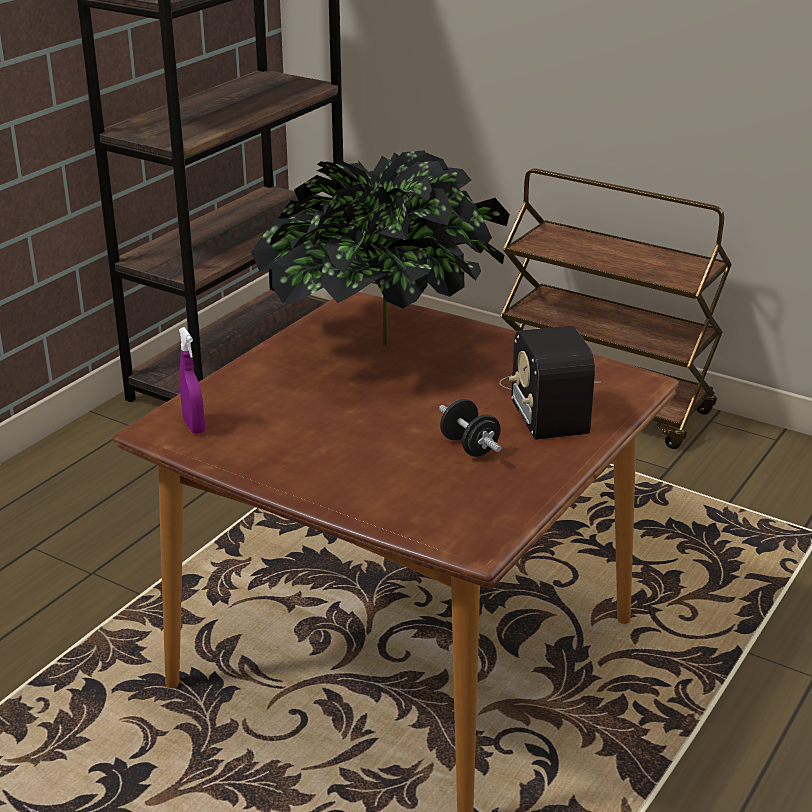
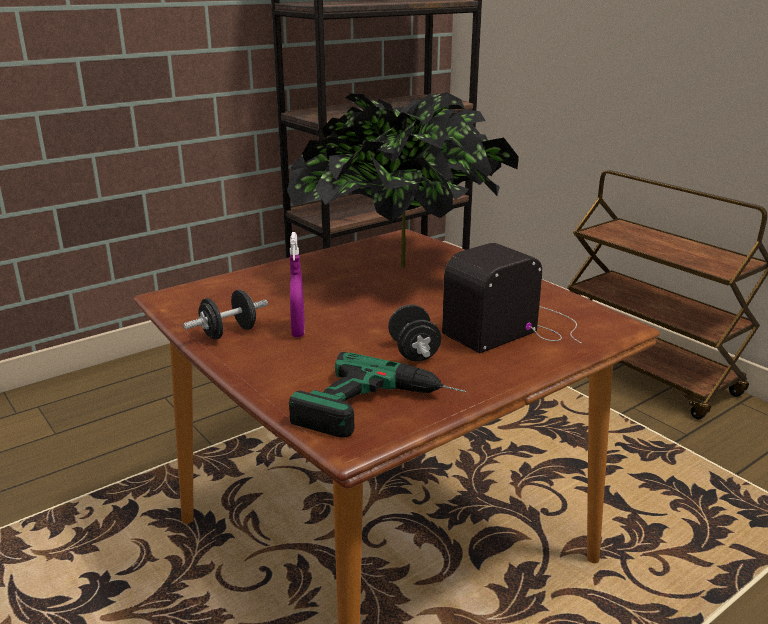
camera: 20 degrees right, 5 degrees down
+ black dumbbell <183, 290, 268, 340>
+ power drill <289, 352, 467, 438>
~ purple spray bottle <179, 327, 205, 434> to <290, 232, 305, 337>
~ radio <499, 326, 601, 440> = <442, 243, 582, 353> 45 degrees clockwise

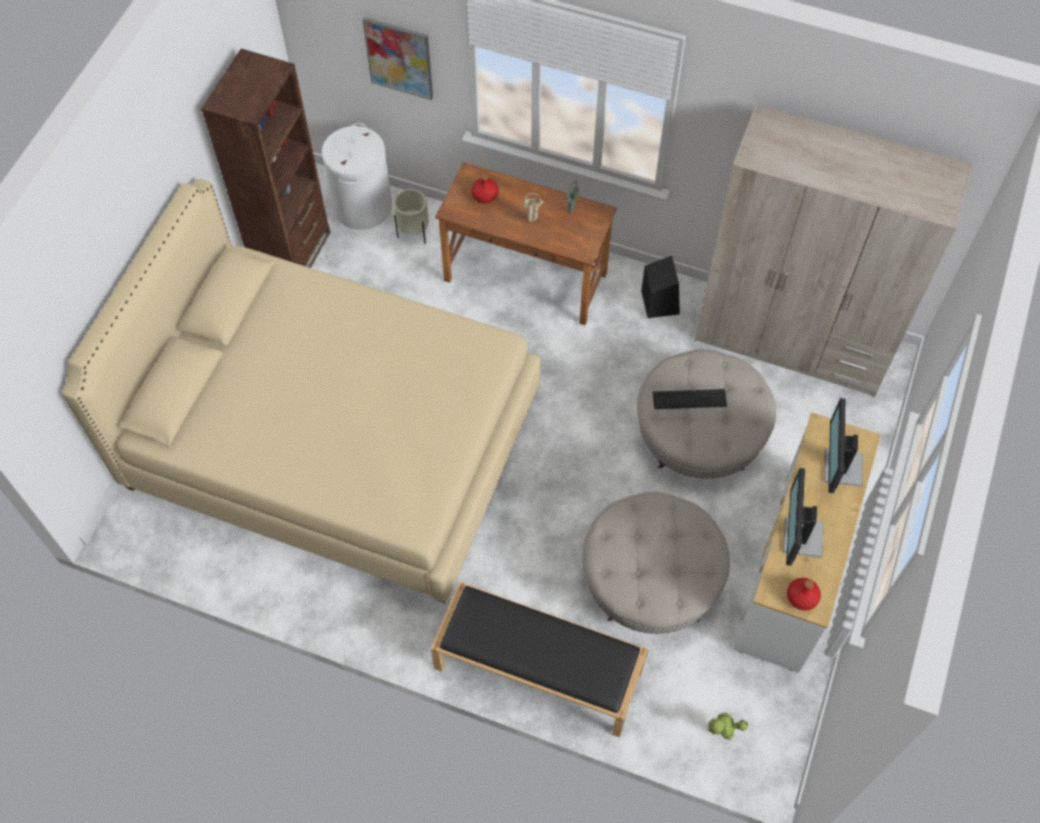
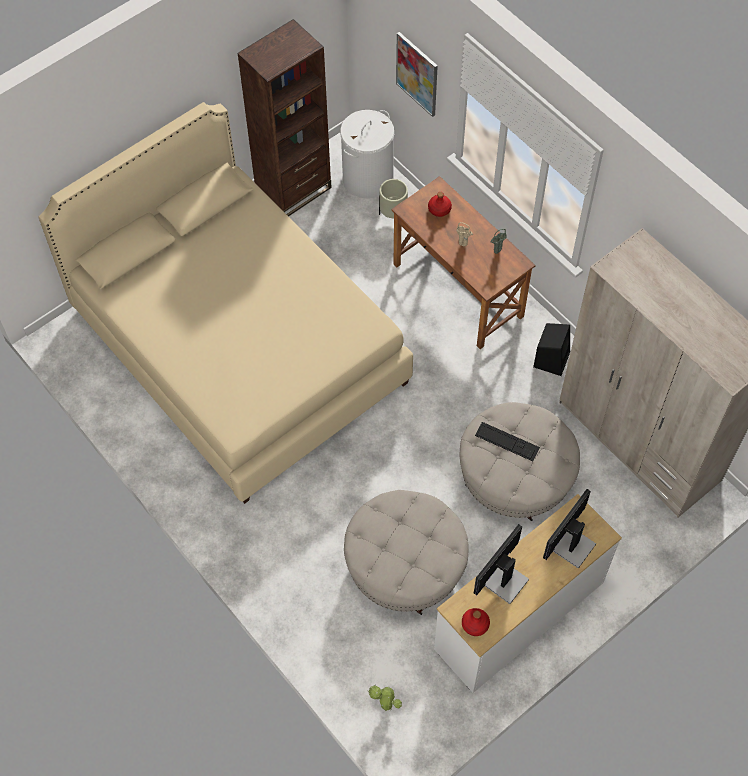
camera: 30 degrees right, 0 degrees up
- black bench <431, 582, 648, 737>

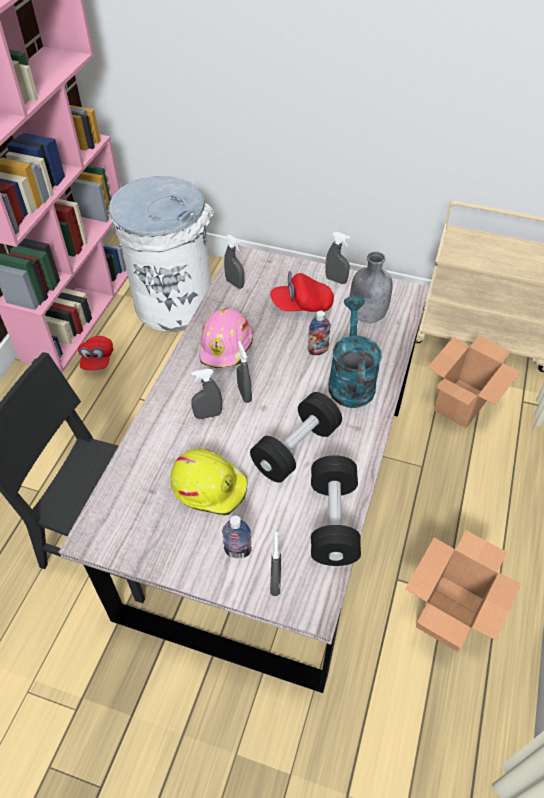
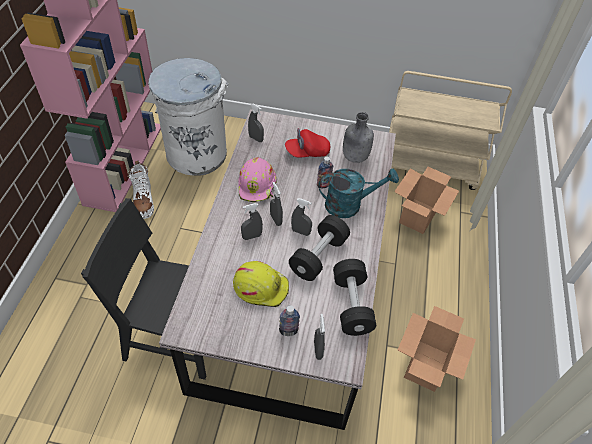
camera: 10 degrees left, 0 degrees up
~ grey spray bottle <325, 232, 350, 284> to <291, 198, 312, 236>
~ red cap <78, 336, 113, 370> to white boot <127, 160, 154, 219>
~ turquoise watering can <328, 296, 382, 408> = <318, 168, 399, 218> 90 degrees clockwise

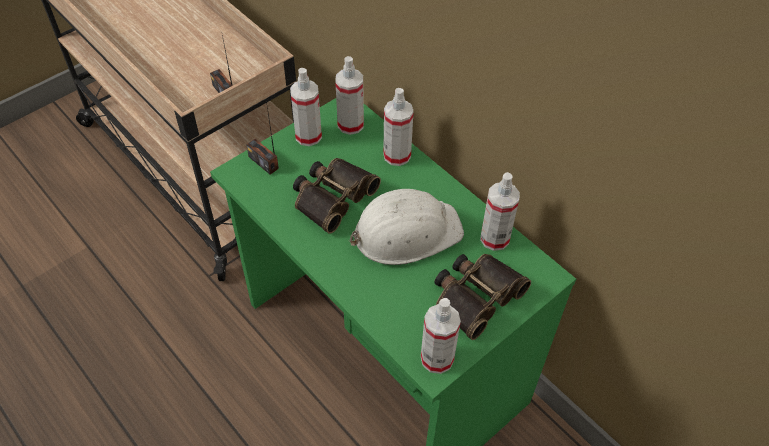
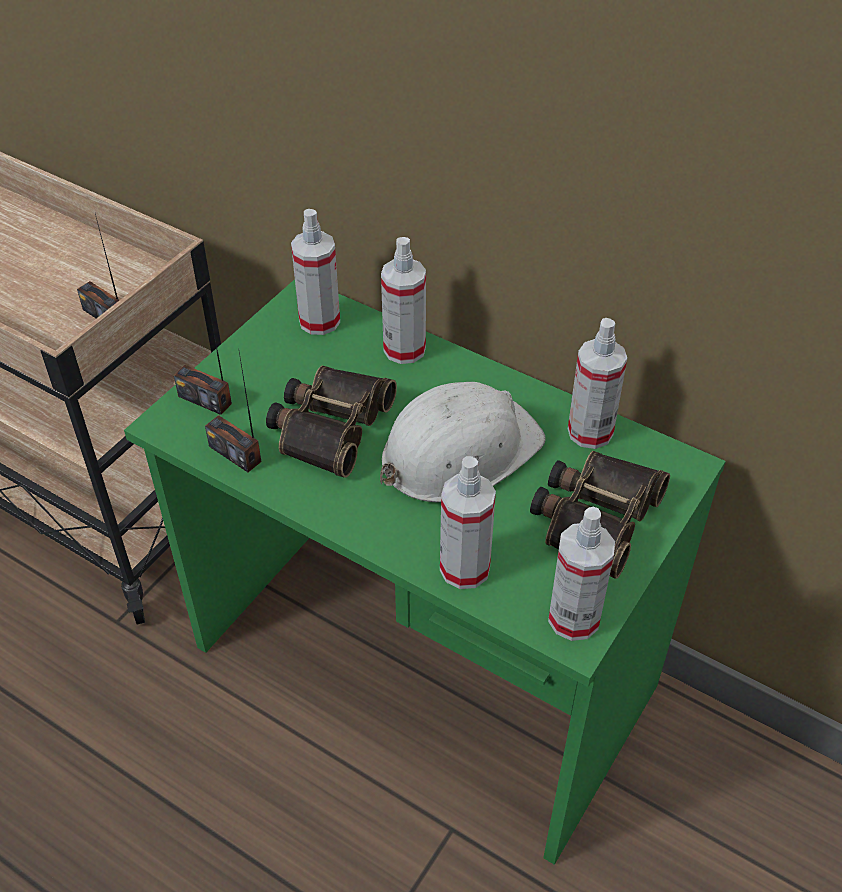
camera: 15 degrees left, 5 degrees down
+ radio <205, 352, 262, 472>
~ spray bottle <290, 68, 322, 146> to <440, 456, 496, 589>

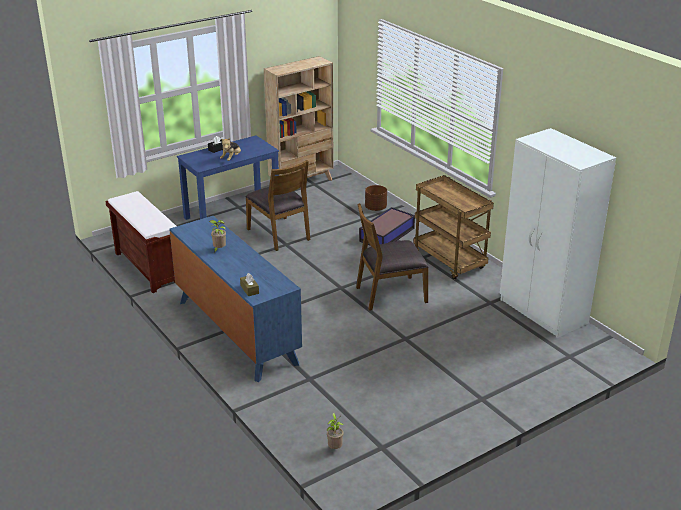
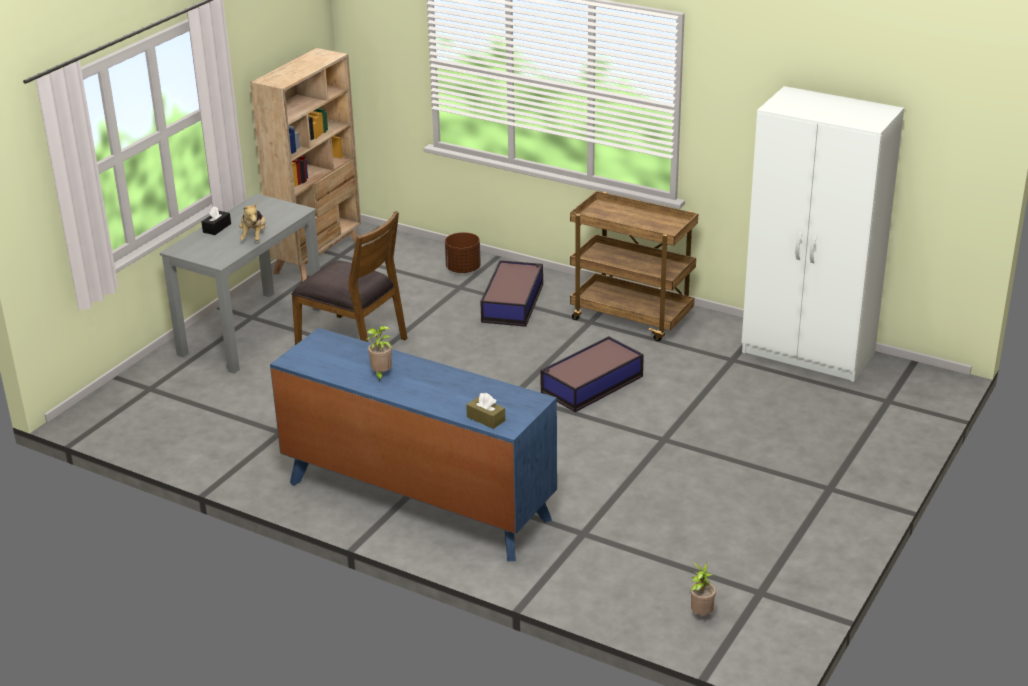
camera: 25 degrees left, 0 degrees up
- brown bench <106, 191, 176, 293>
~ brown chair <356, 203, 428, 311> to storage box <540, 336, 644, 412>
~ blue desk <177, 135, 279, 220> to grey desk <160, 194, 321, 374>

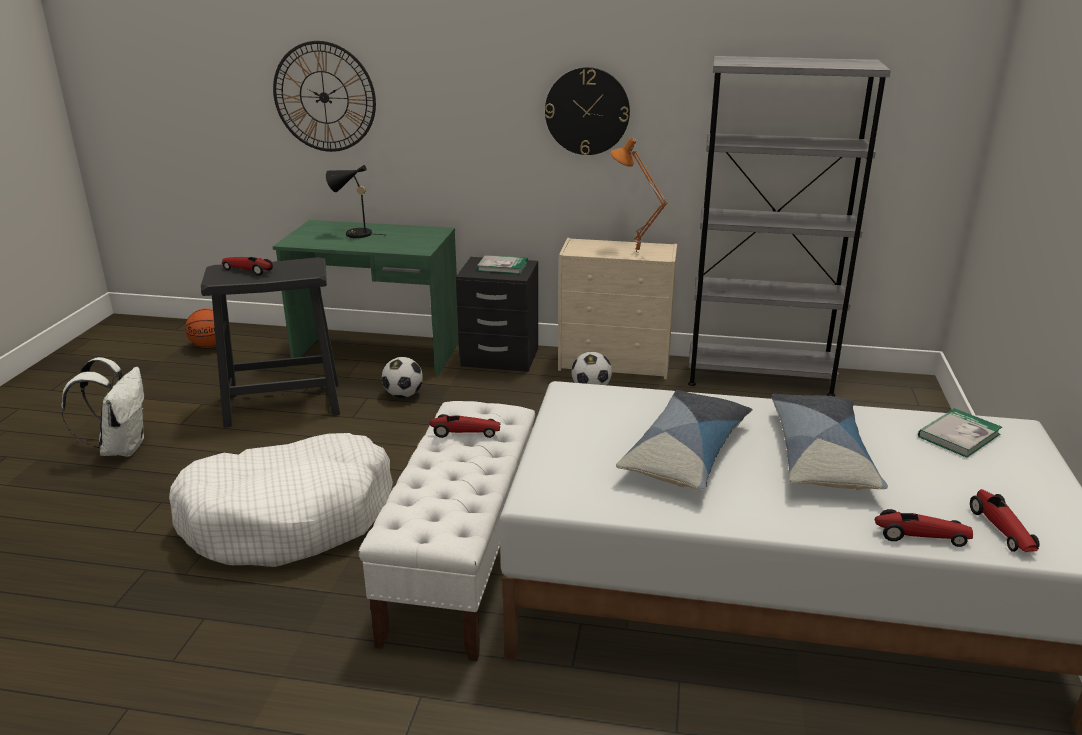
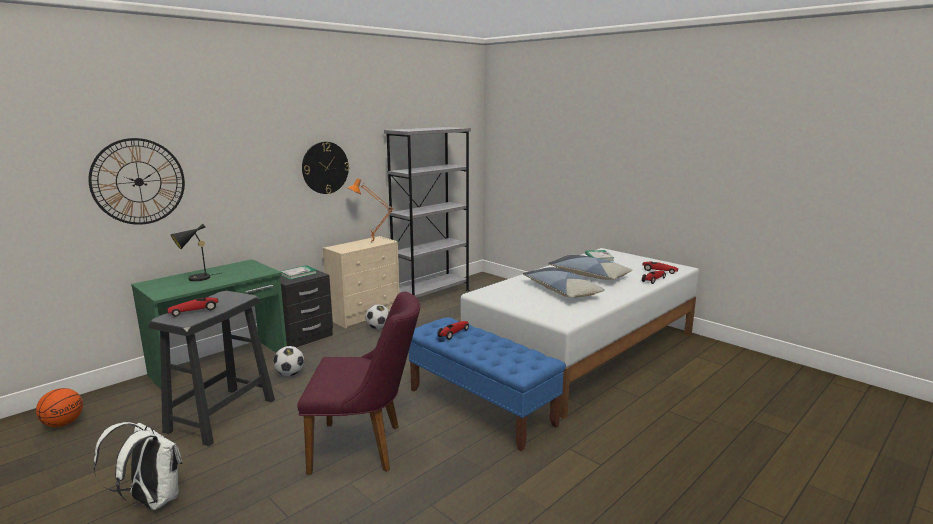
camera: 55 degrees left, 10 degrees down
~ white dog bed <169, 433, 393, 567> to purple chair <297, 291, 420, 474>
~ white bench <358, 401, 535, 661> to blue bench <409, 318, 566, 451>

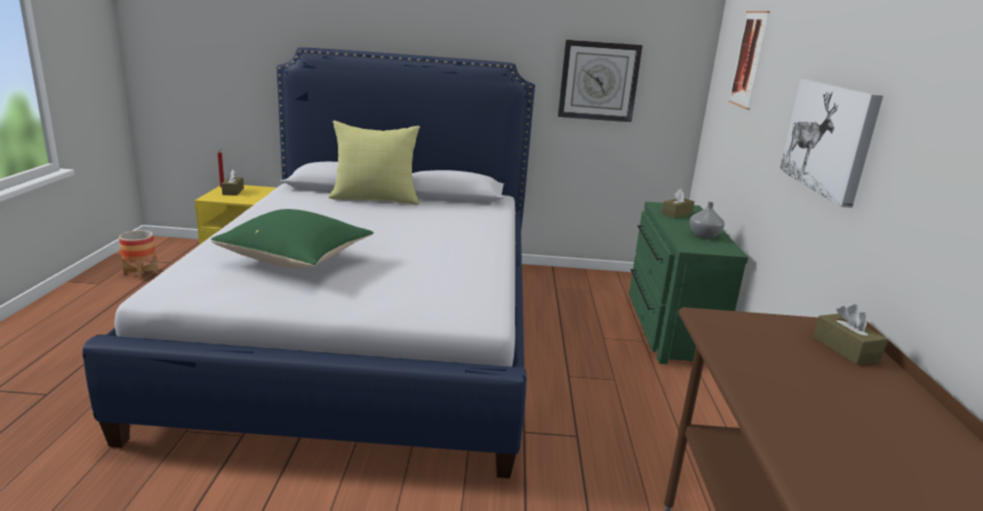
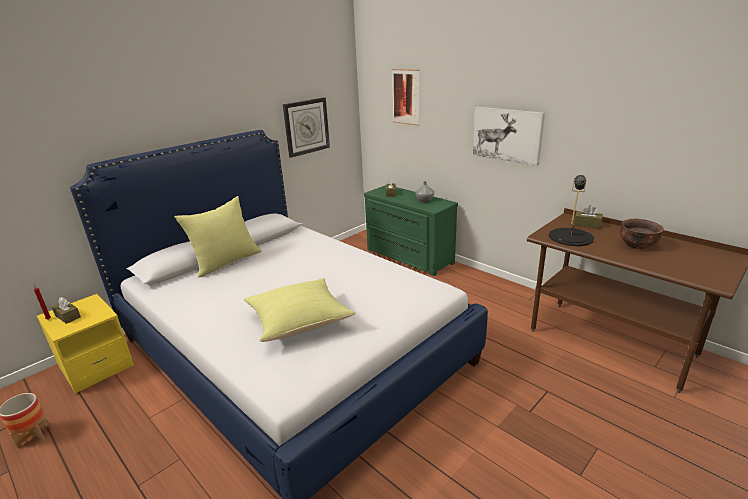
camera: 45 degrees left, 5 degrees up
+ black table lamp <549, 175, 594, 246>
+ brown bowl <620, 218, 664, 249>
~ green pillow <211, 209, 374, 268> to yellow pillow <244, 278, 356, 342>

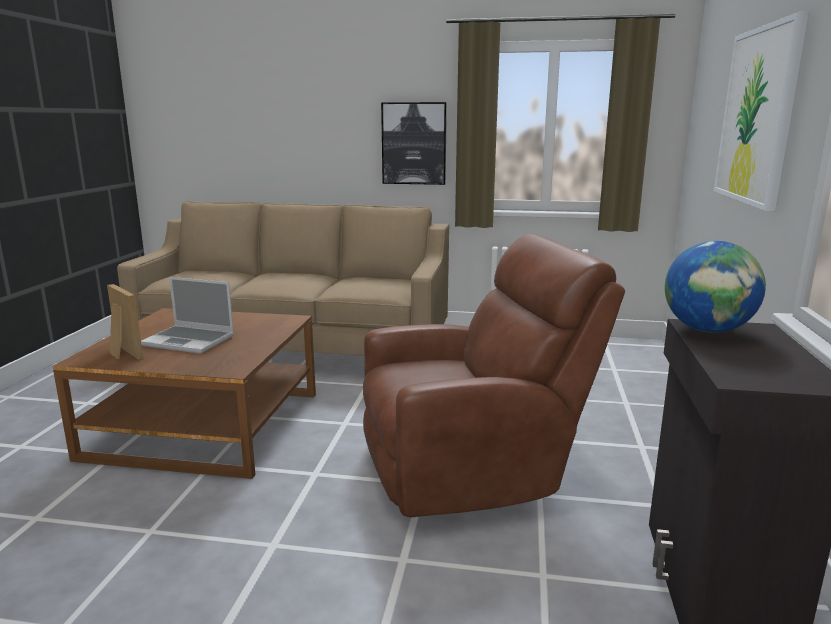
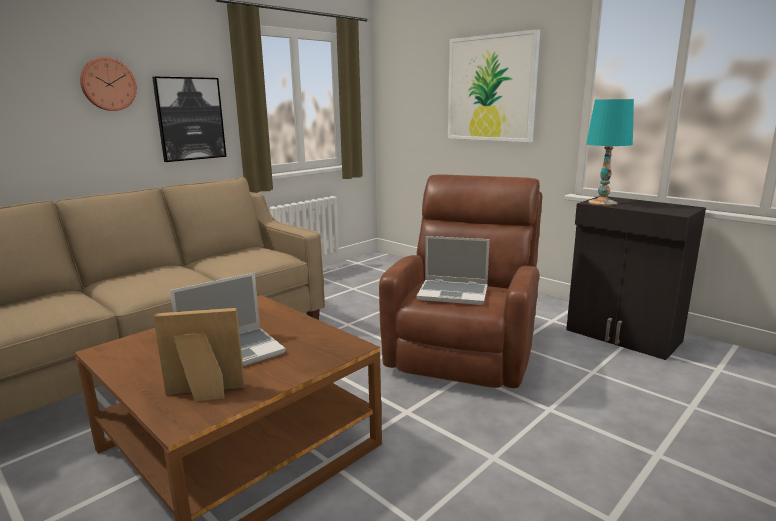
camera: 55 degrees left, 0 degrees up
+ wall clock <80, 57, 137, 111>
+ laptop <417, 236, 490, 305>
~ globe <665, 241, 766, 333> to turquoise table lamp <586, 99, 634, 206>

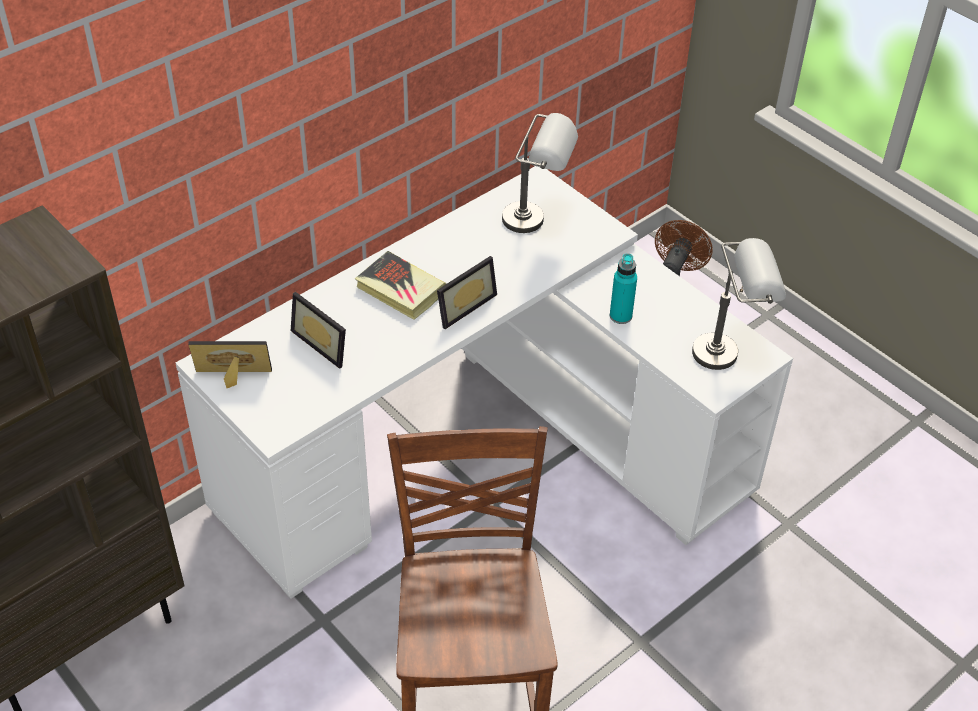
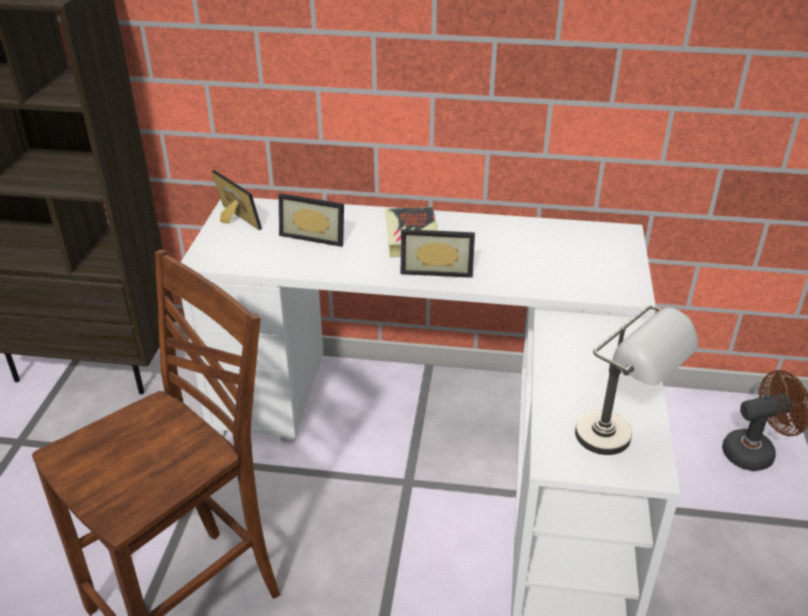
camera: 50 degrees right, 10 degrees down
- grey table lamp <502, 113, 578, 233>
- turquoise bottle <610, 254, 637, 324>
~ picture frame <291, 292, 346, 369> = <279, 193, 344, 247> 75 degrees counterclockwise

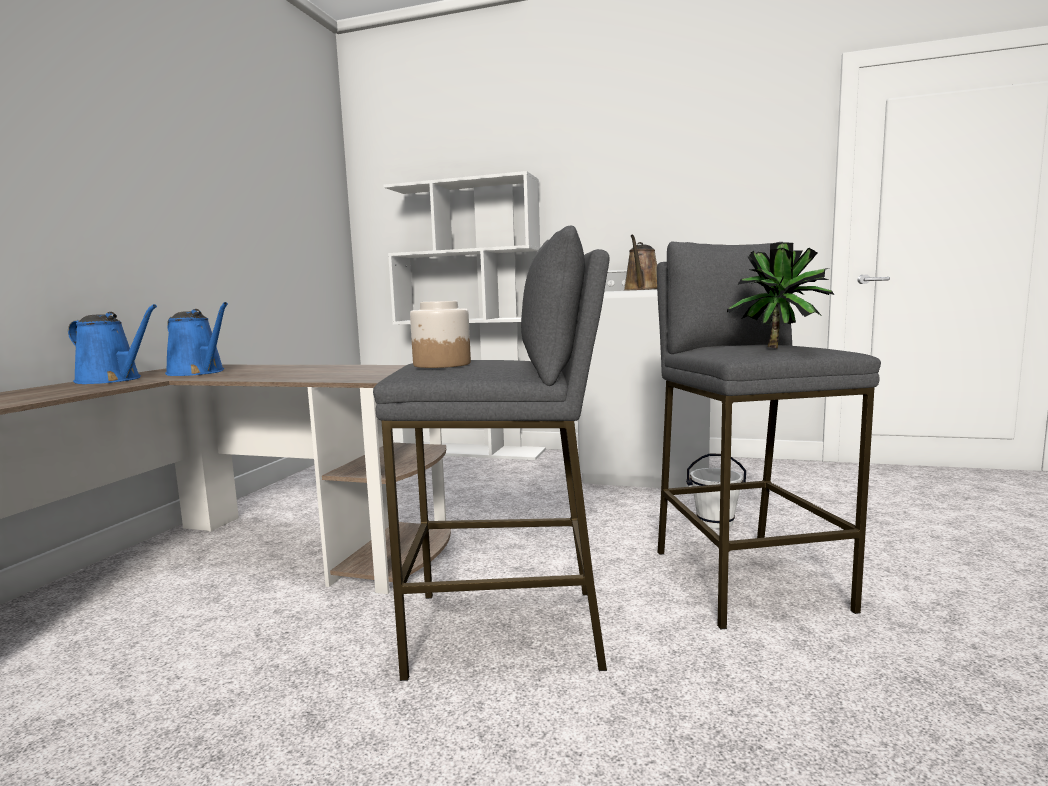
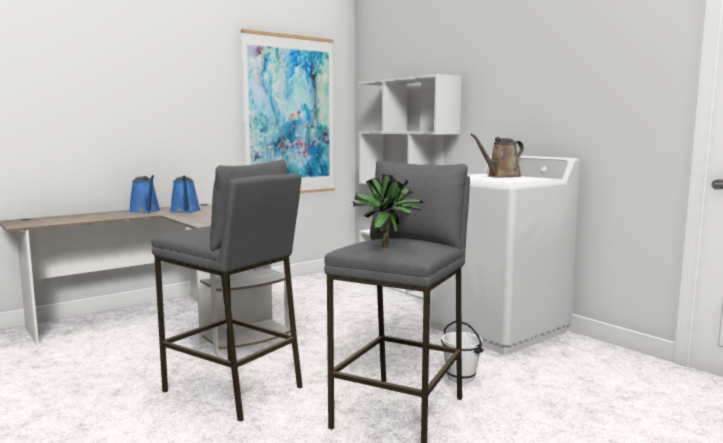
camera: 35 degrees right, 0 degrees up
- jar <410, 301, 471, 368>
+ picture <241, 29, 335, 193>

